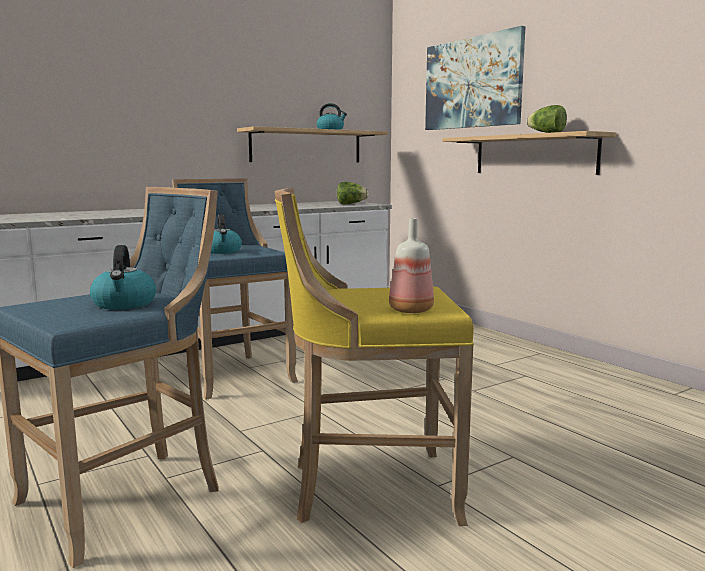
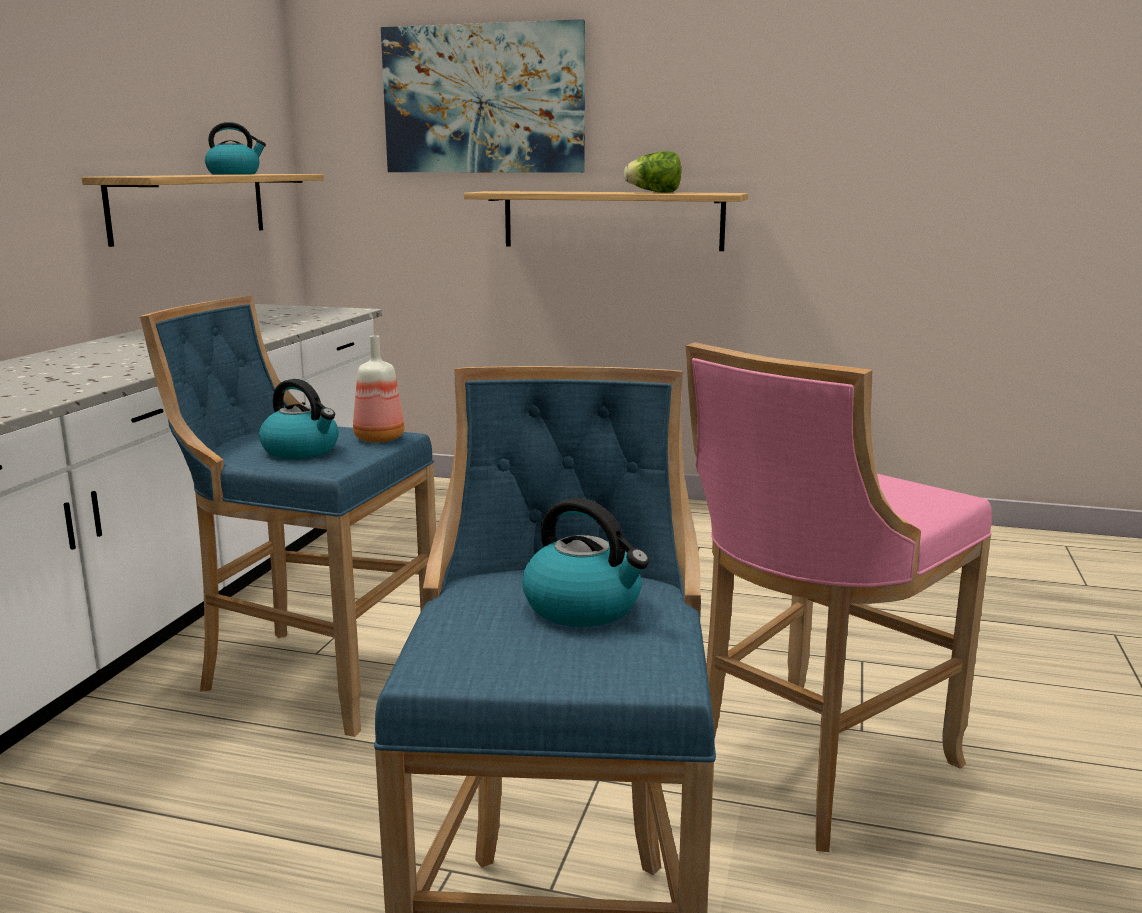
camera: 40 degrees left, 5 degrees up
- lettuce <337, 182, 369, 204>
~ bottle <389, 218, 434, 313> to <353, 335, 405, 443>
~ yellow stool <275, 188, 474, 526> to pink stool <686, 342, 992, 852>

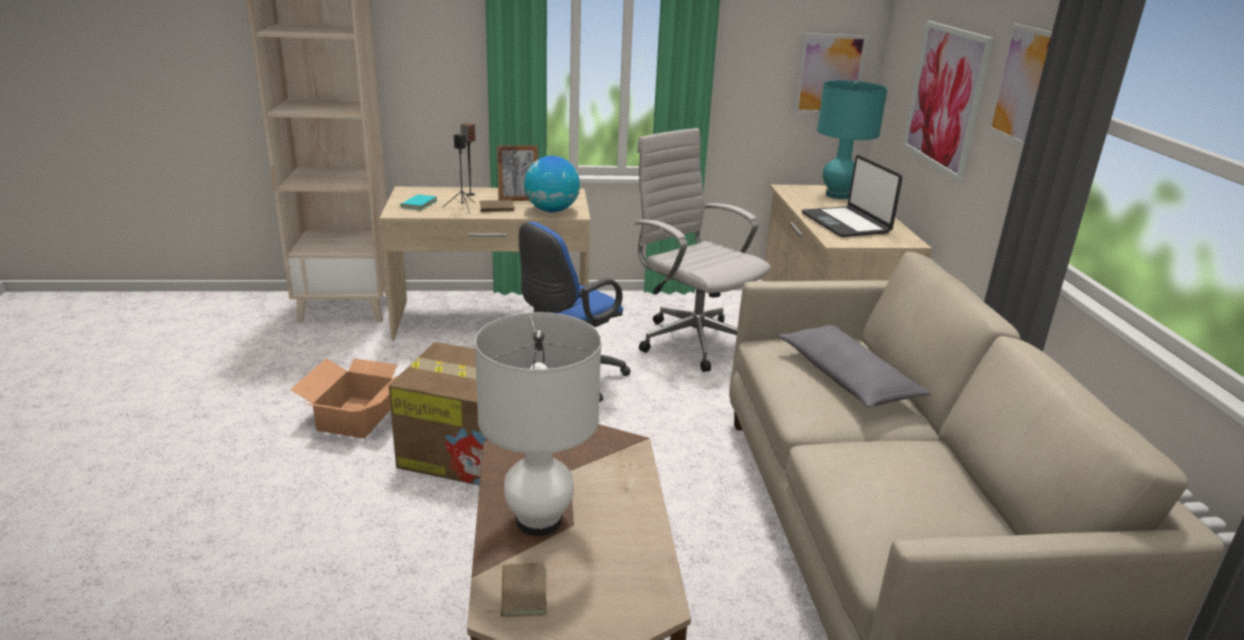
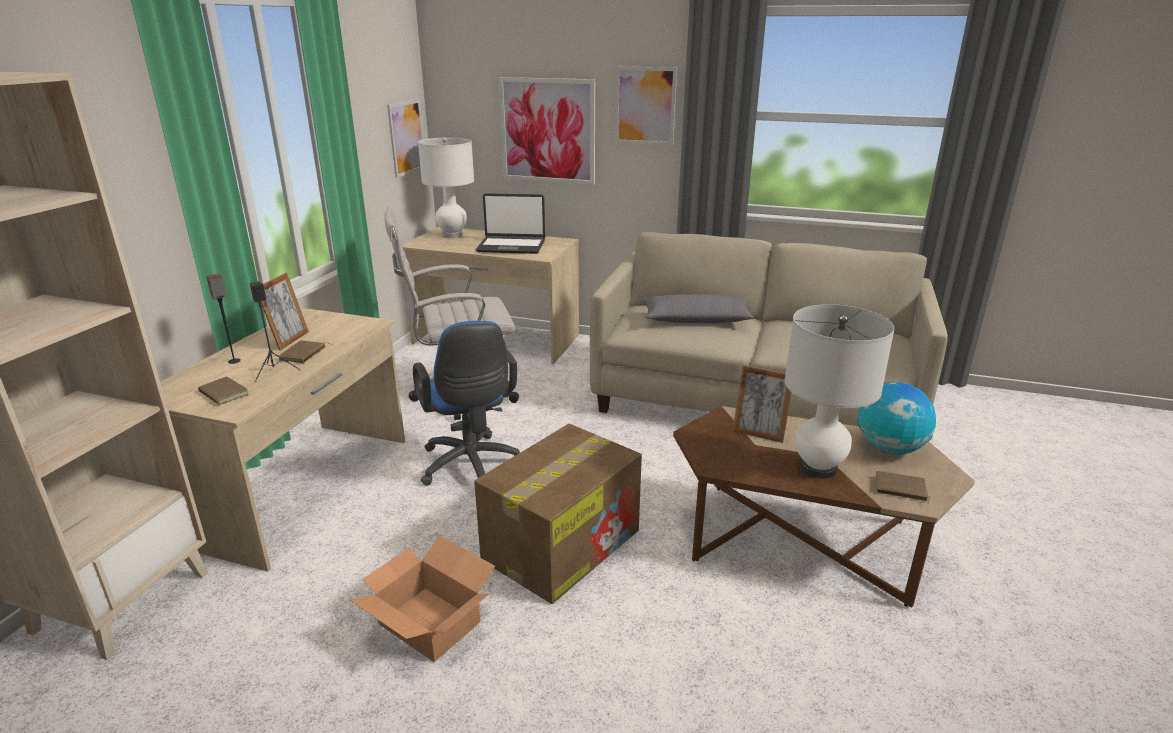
camera: 65 degrees left, 0 degrees up
+ picture frame <733, 365, 792, 443>
~ globe <524, 156, 580, 212> to <858, 383, 936, 454>
~ turquoise book <399, 195, 438, 210> to brown book <198, 377, 249, 405>
~ turquoise table lamp <817, 80, 888, 199> to white table lamp <418, 137, 474, 238>

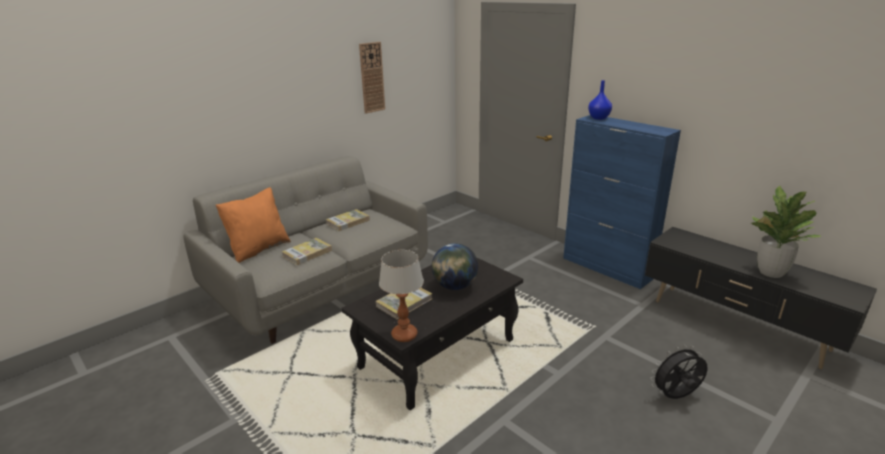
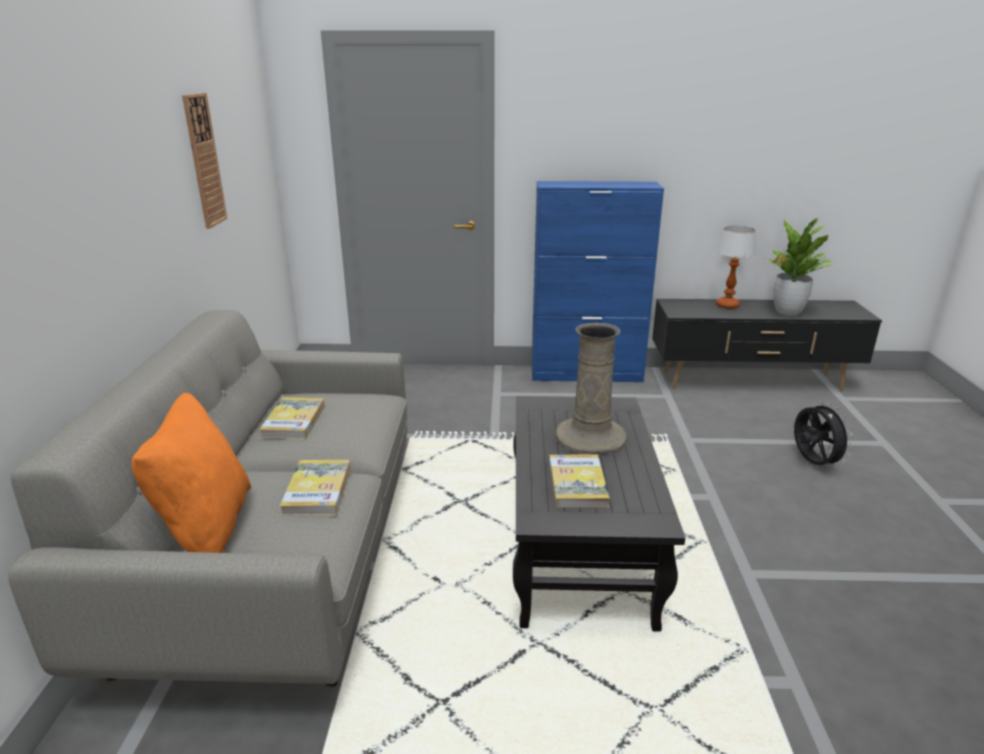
camera: 45 degrees left, 0 degrees up
- blue vase <588, 80, 612, 120>
~ table lamp <379, 250, 424, 342> to <716, 226, 756, 309>
~ globe <432, 243, 478, 290> to beige vase <556, 323, 626, 455>
~ black fan <650, 345, 707, 399> = <794, 401, 853, 468> 135 degrees clockwise

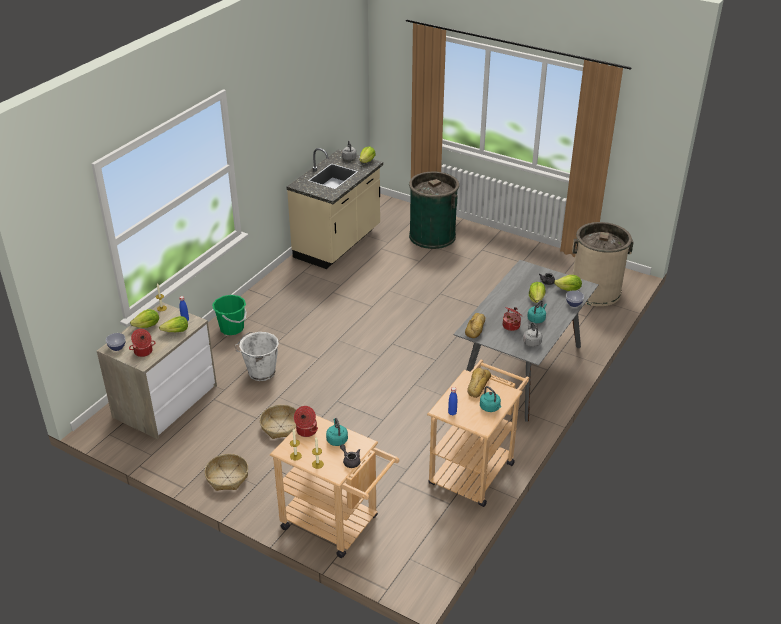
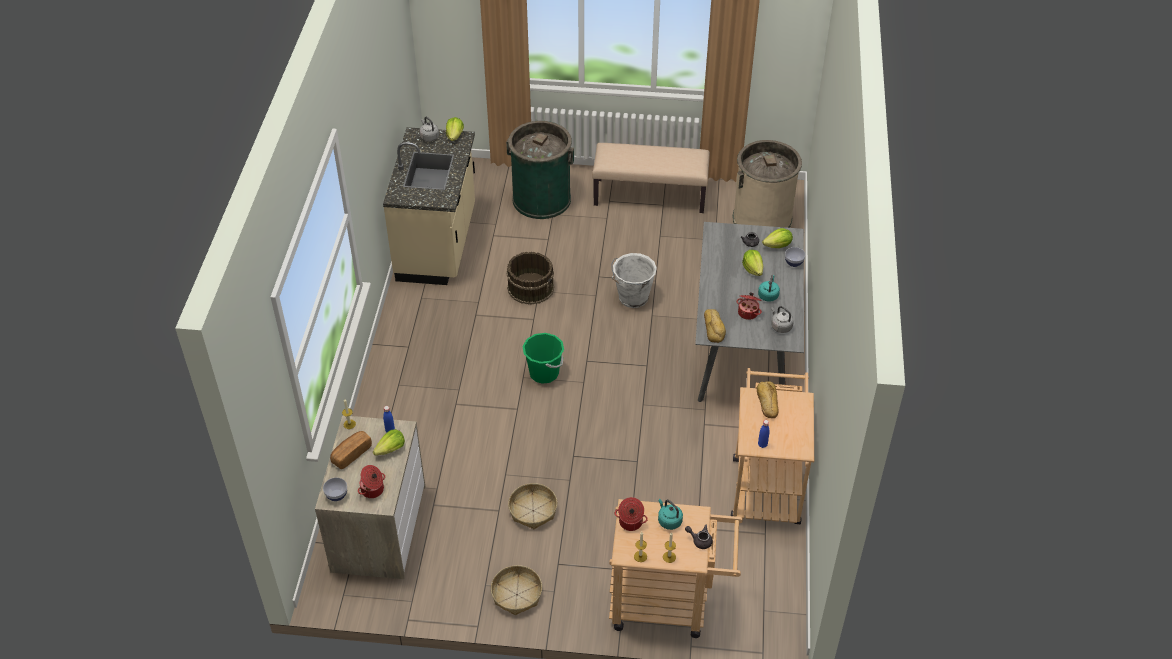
camera: 25 degrees left, 10 degrees up
- turquoise kettle <480, 386, 501, 412>
+ brown bucket <506, 252, 554, 305>
+ beige bench <592, 143, 710, 213>
~ green bucket <212, 295, 247, 335> to <522, 333, 564, 384>
~ white bucket <235, 332, 279, 381> to <611, 253, 657, 308>
~ lettuce <130, 309, 159, 328> to bread <330, 431, 372, 469>

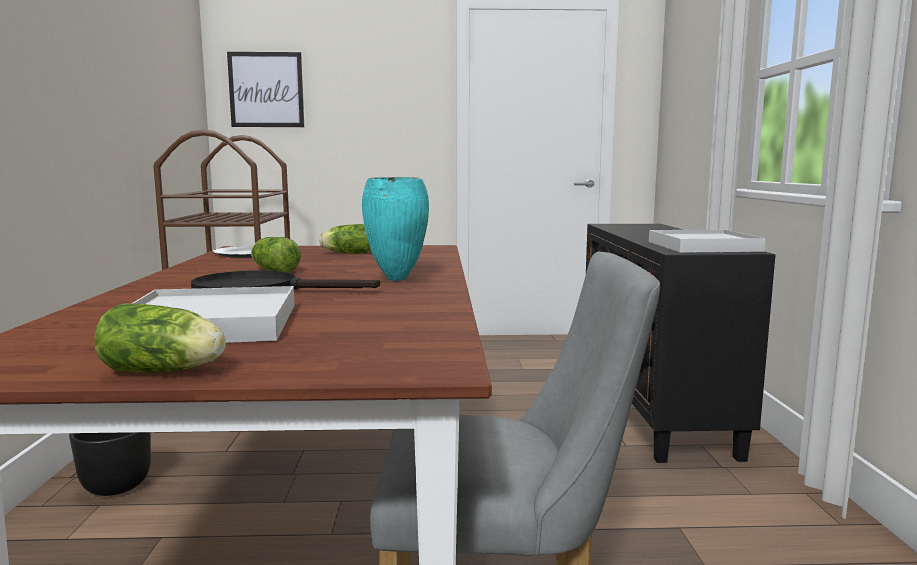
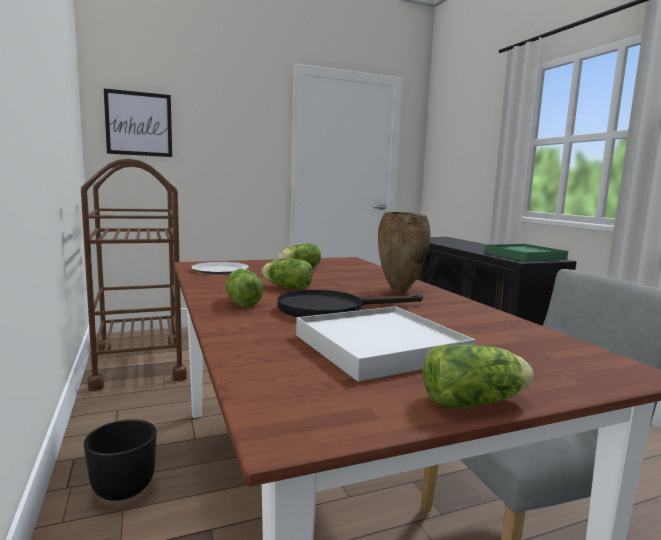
camera: 20 degrees left, 0 degrees up
+ lettuce <226, 269, 263, 307>
~ turquoise vase <362, 177, 429, 281> to brown vase <378, 212, 430, 293>
~ white tray <649, 230, 766, 253> to green tray <484, 244, 568, 261>

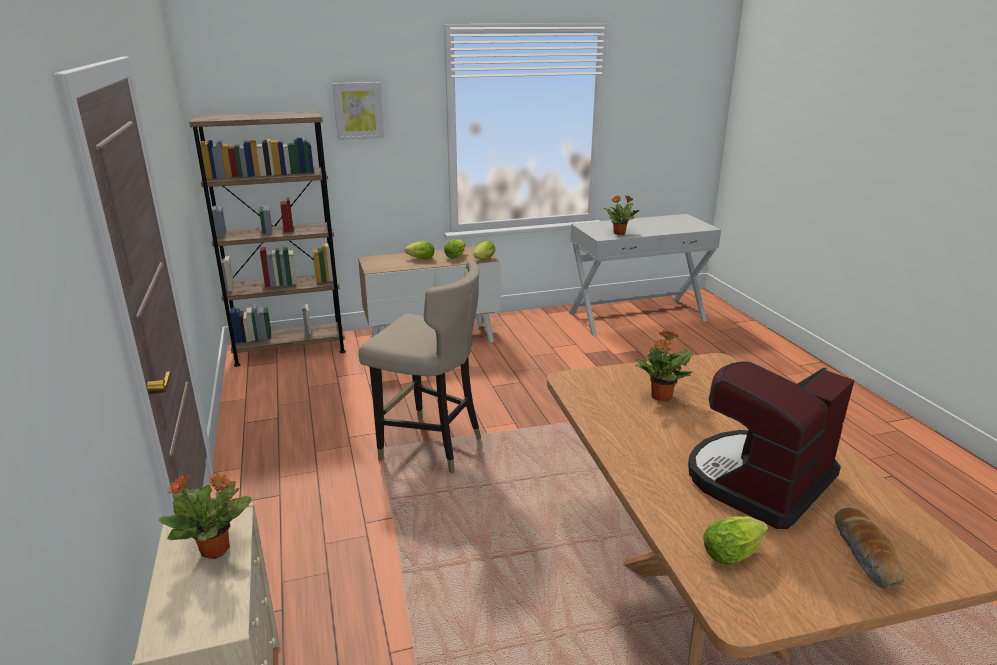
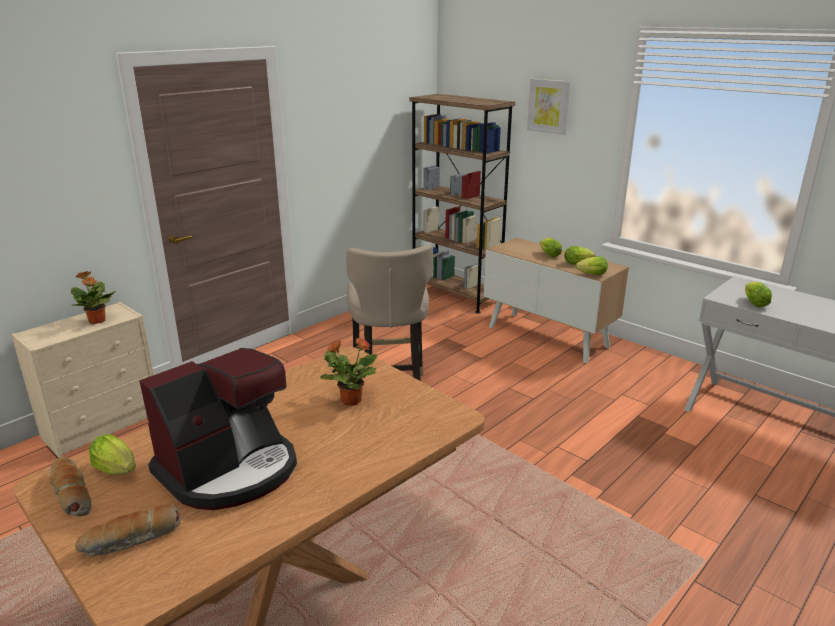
camera: 60 degrees right, 0 degrees up
+ bread <49, 457, 91, 516>
~ potted plant <603, 195, 639, 235> to lettuce <745, 281, 772, 307>
~ coffee machine <688, 361, 855, 529> = <139, 348, 297, 510> 120 degrees clockwise

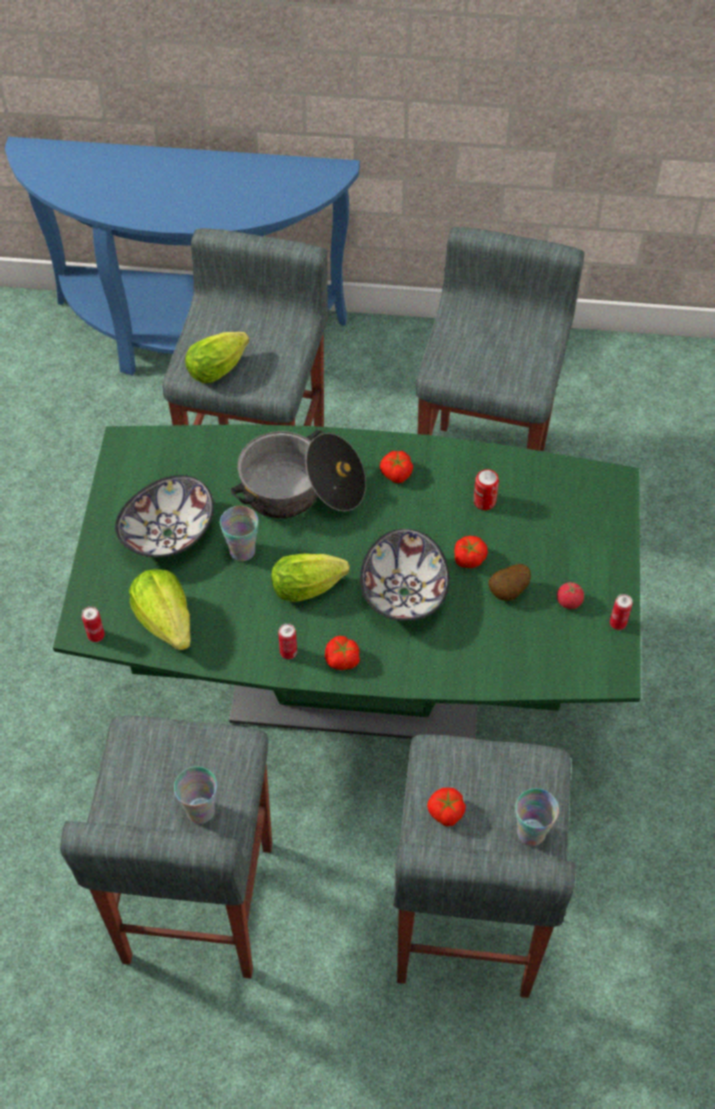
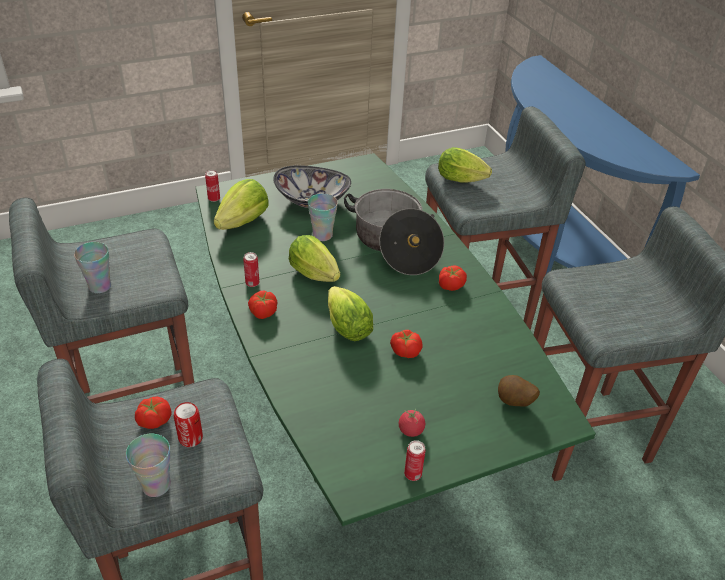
camera: 60 degrees right, 15 degrees down
~ can <473, 469, 499, 510> to <174, 402, 203, 447>
~ potato <489, 564, 531, 601> to <498, 375, 540, 407>
~ bowl <360, 529, 450, 621> to lettuce <328, 286, 373, 341>

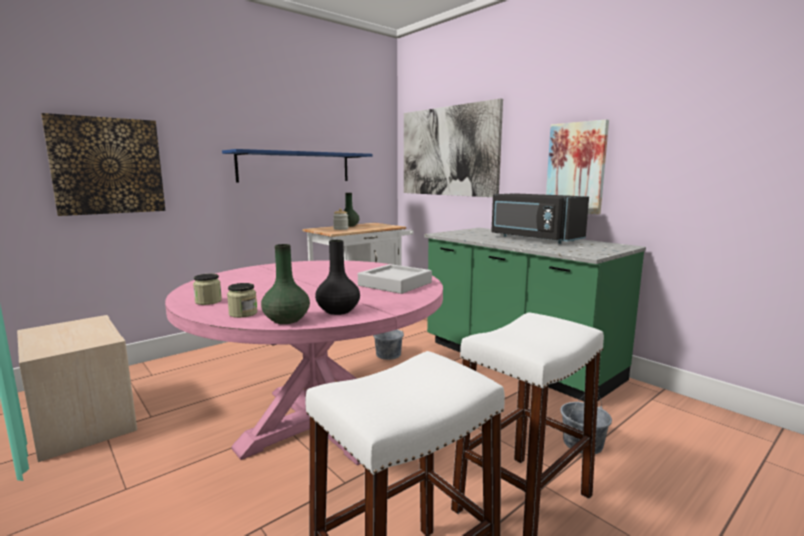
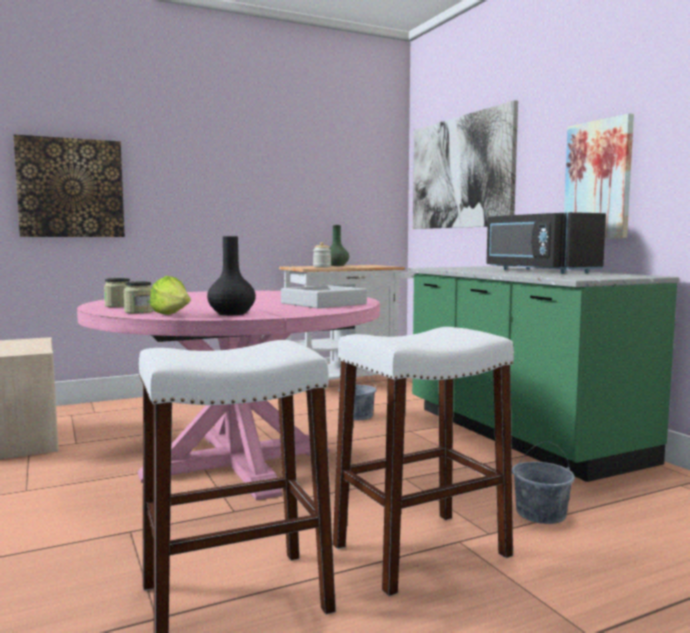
camera: 15 degrees right, 5 degrees down
- blue shelf <222, 149, 373, 182>
~ green vase <261, 244, 310, 324> to lettuce <150, 276, 191, 315>

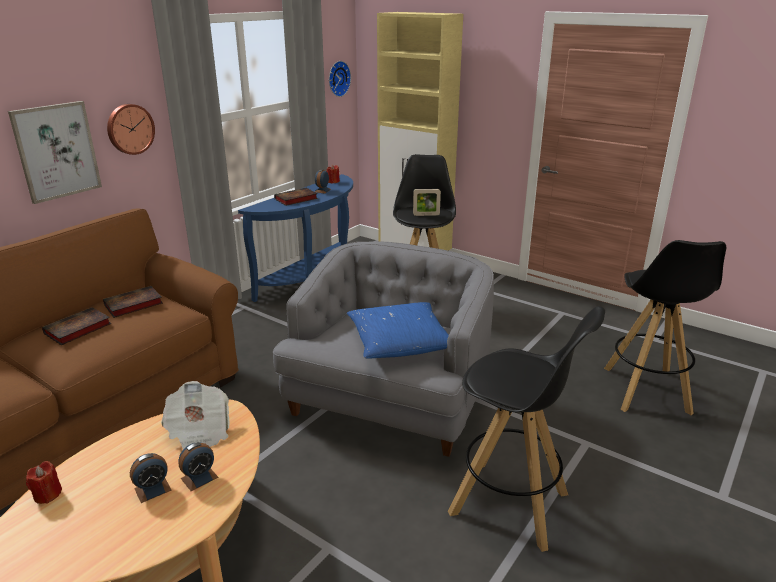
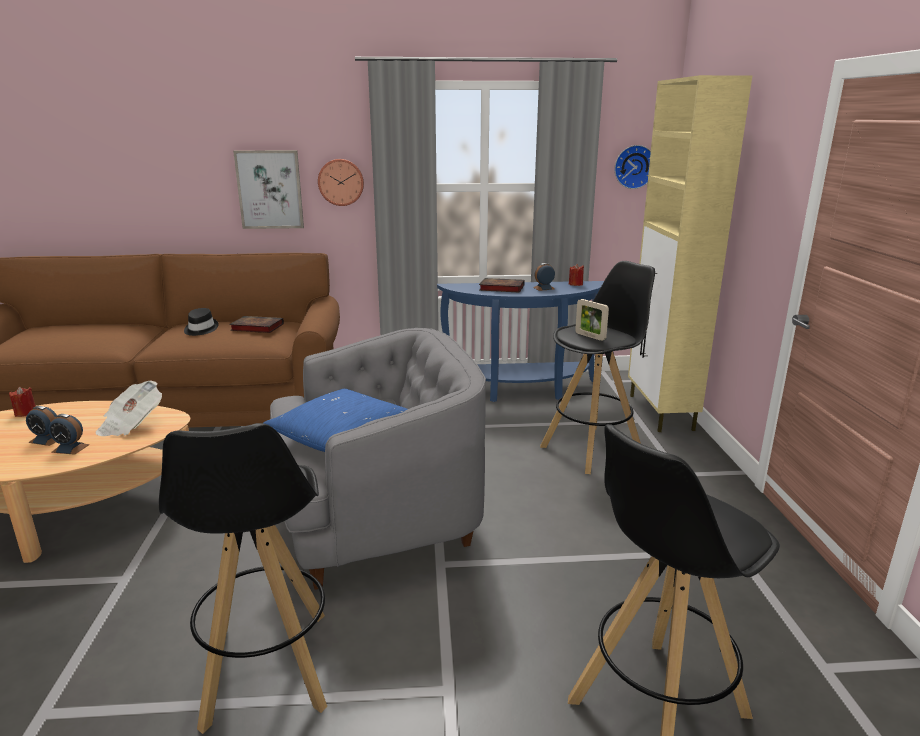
camera: 50 degrees right, 5 degrees down
~ book <42, 307, 111, 345> to black hat <184, 308, 219, 336>

